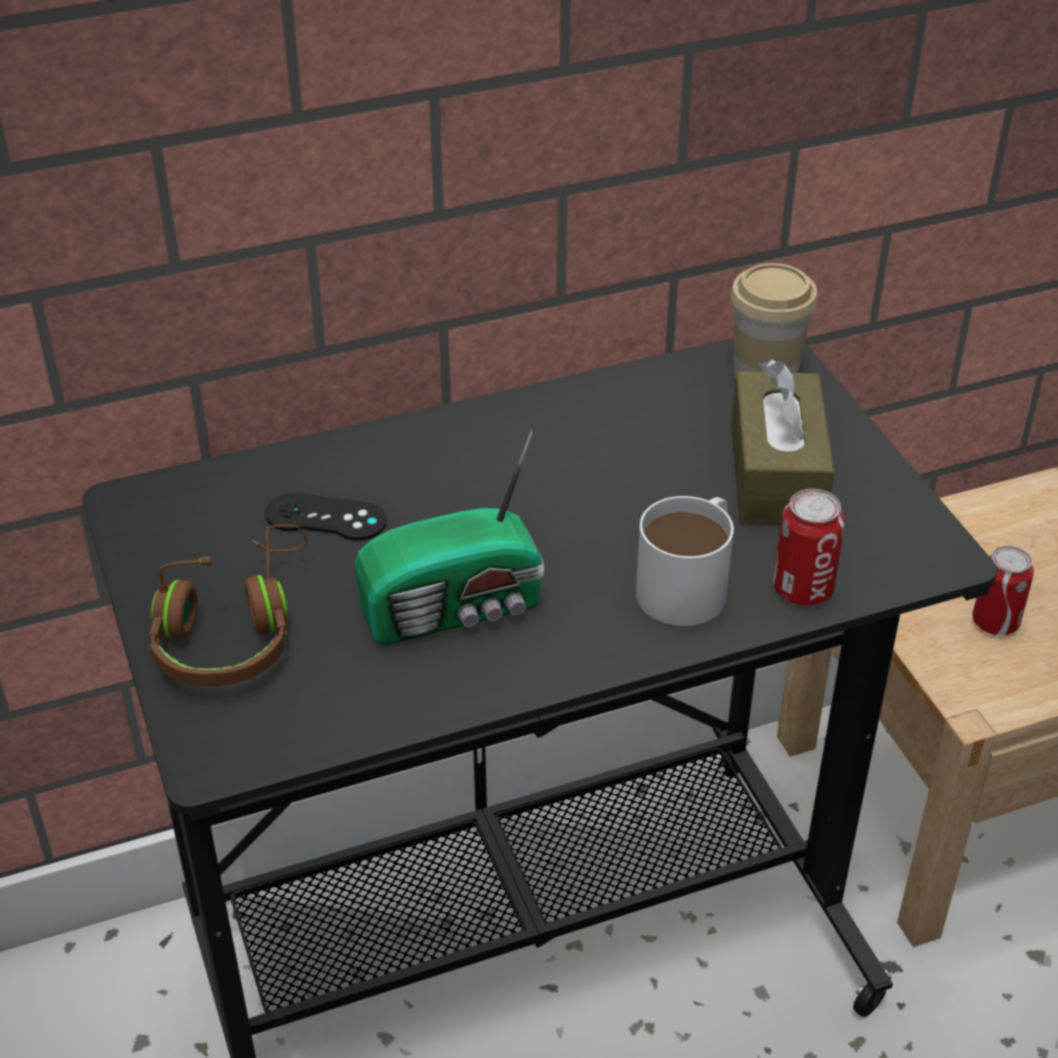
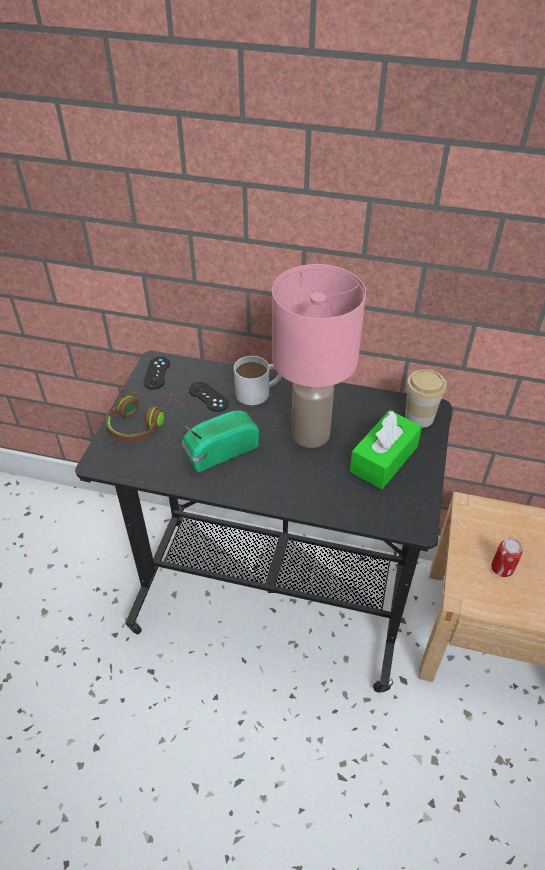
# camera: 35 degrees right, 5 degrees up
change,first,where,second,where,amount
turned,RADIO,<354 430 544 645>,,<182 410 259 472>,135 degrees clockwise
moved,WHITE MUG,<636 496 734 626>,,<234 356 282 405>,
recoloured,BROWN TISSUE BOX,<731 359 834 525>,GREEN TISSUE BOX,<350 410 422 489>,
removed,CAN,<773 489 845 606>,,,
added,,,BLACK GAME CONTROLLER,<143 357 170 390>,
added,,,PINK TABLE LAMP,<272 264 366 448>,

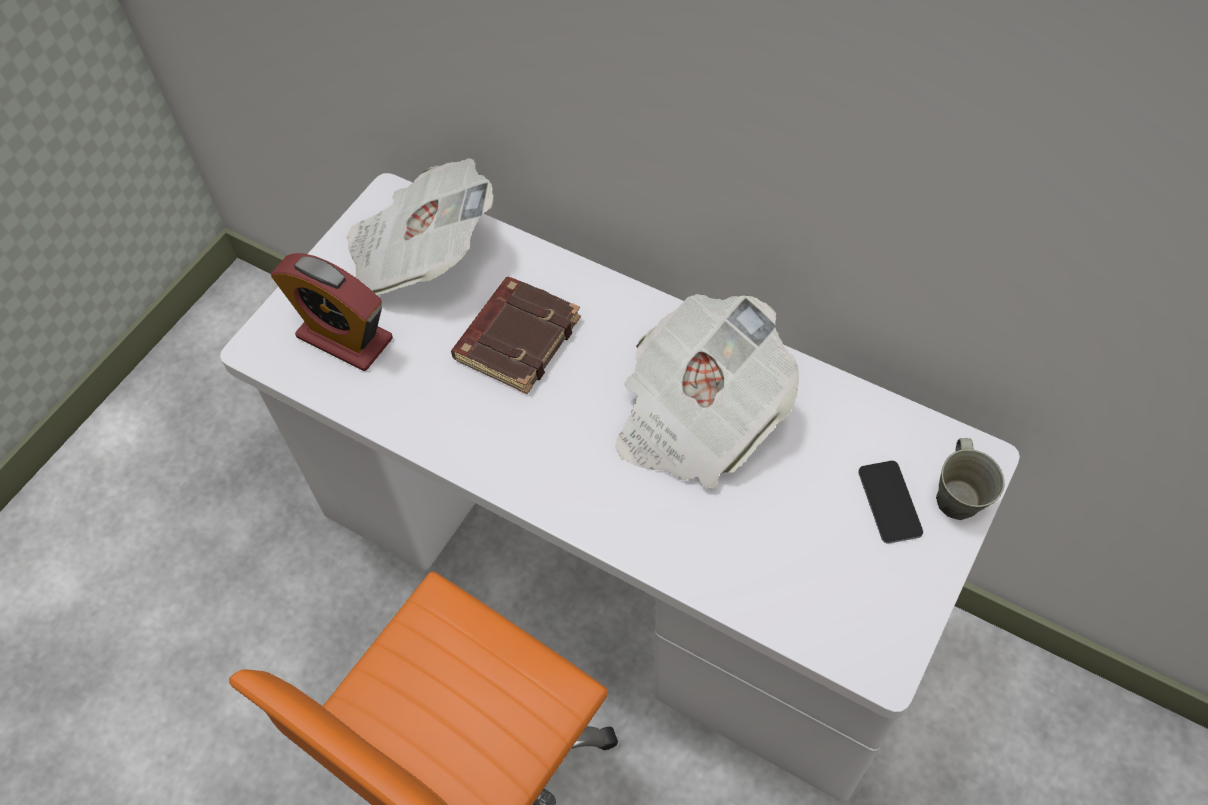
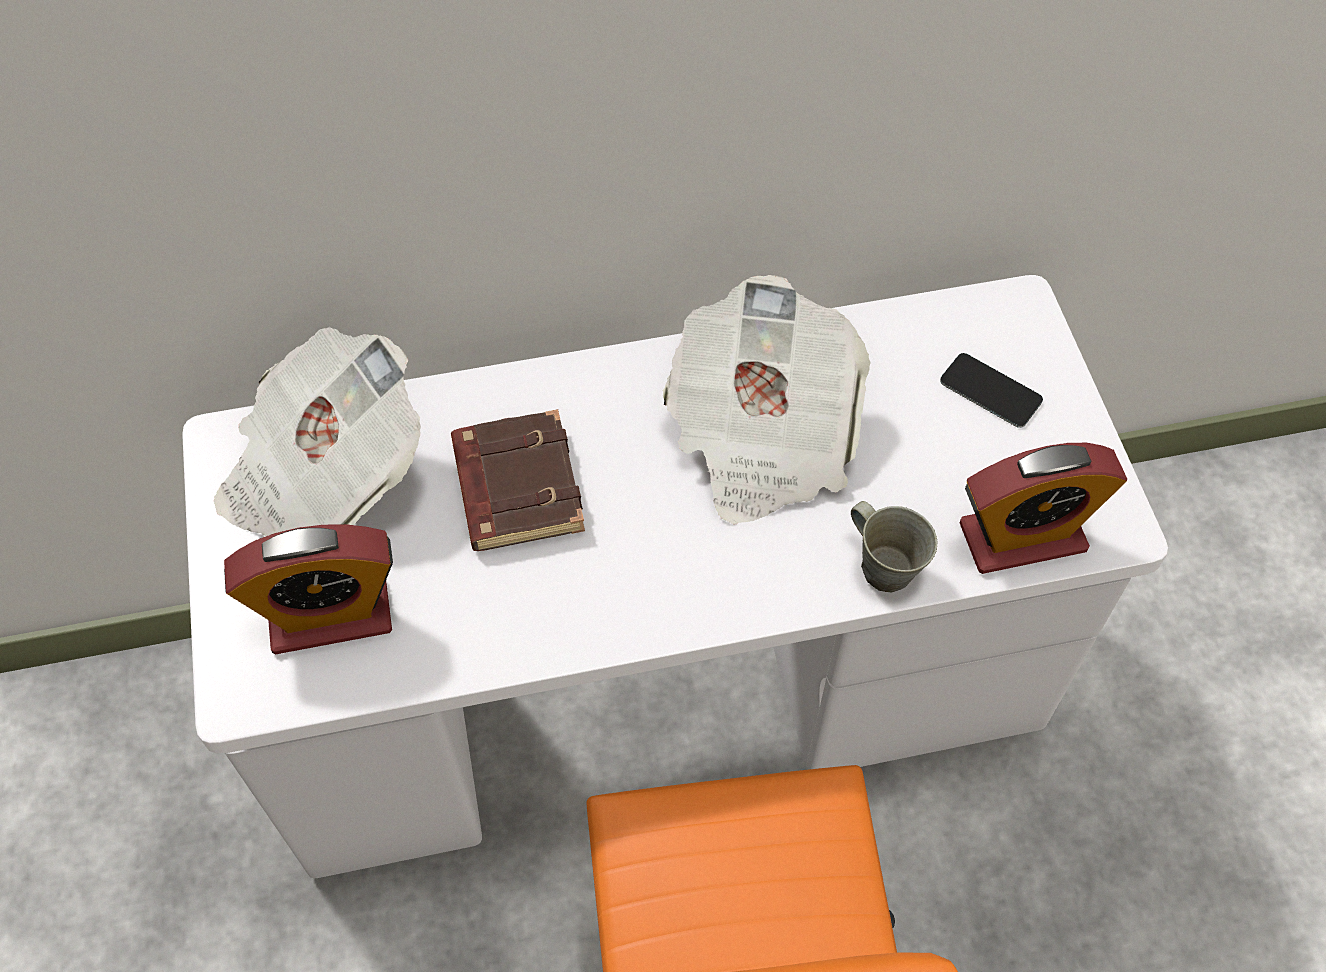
# camera: 45 degrees left, 0 degrees up
change,first,where,second,where,amount
moved,GREY MUG,<936 438 1005 520>,,<851 501 937 592>,
added,,,ALARM CLOCK,<960 443 1127 574>,

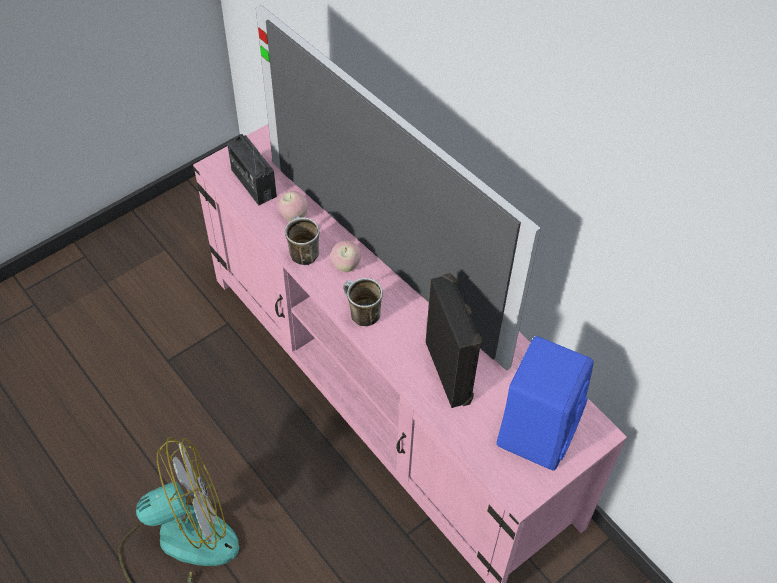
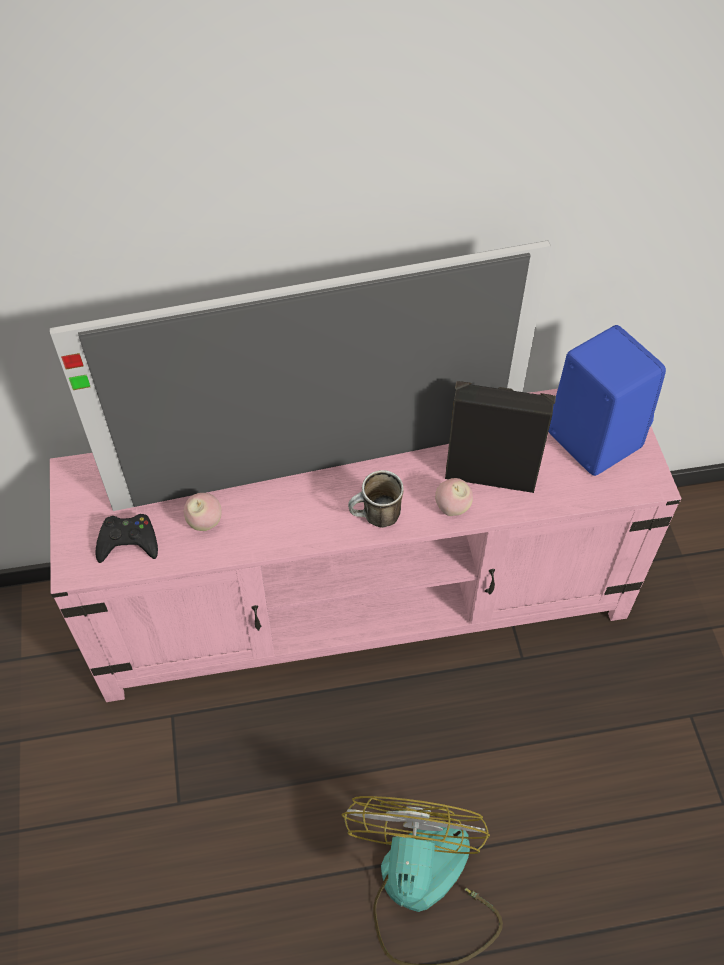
# camera: 60 degrees left, 0 degrees up
change,first,where,second,where,amount
replaced,RADIO,<227 134 277 205>,BLACK GAME CONTROLLER,<95 514 158 563>,
removed,MUG,<285 216 320 265>,,,
moved,APPLE,<331 240 362 272>,,<435 478 473 516>,

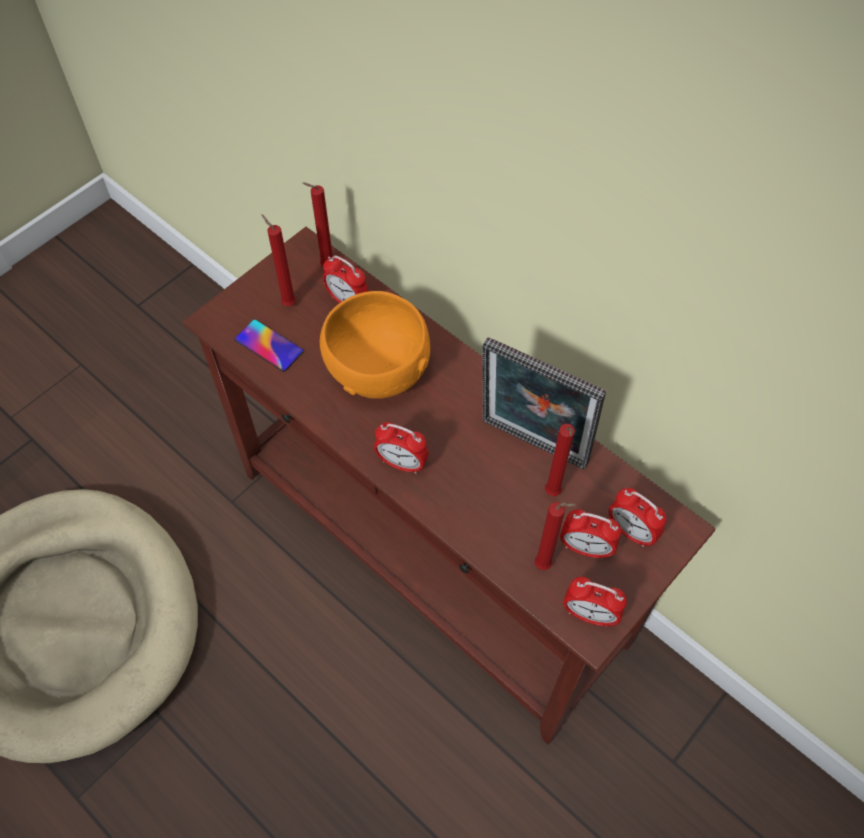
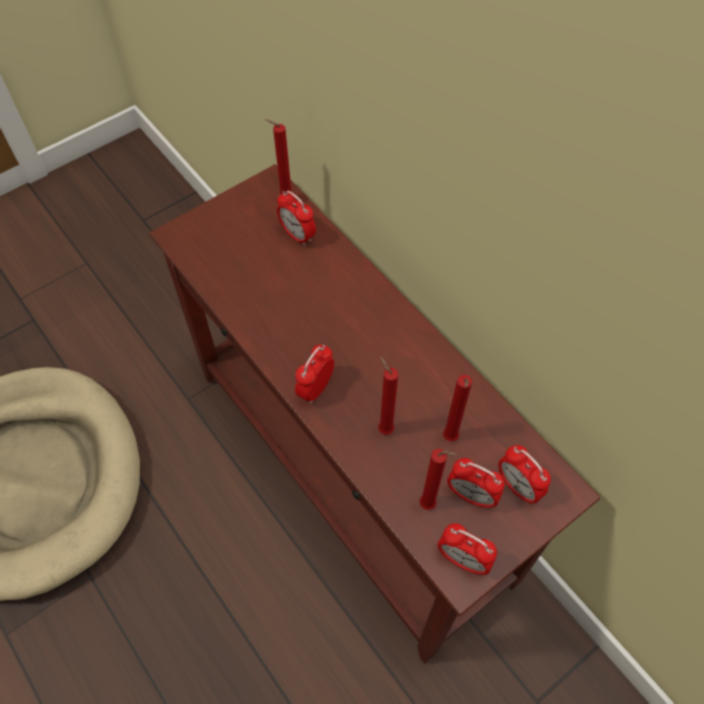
# camera: 10 degrees right, 0 degrees up
change,first,where,second,where,amount
removed,PHONE,<234 320 304 372>,,,
moved,RED CANDLE,<261 214 296 306>,,<378 357 398 435>,
removed,ORANGE BOWL,<320 291 430 399>,,,
turned,ALARM CLOCK,<374 422 429 474>,,<295 345 334 403>,90 degrees clockwise
removed,PICTURE FRAME,<482 337 606 469>,,,

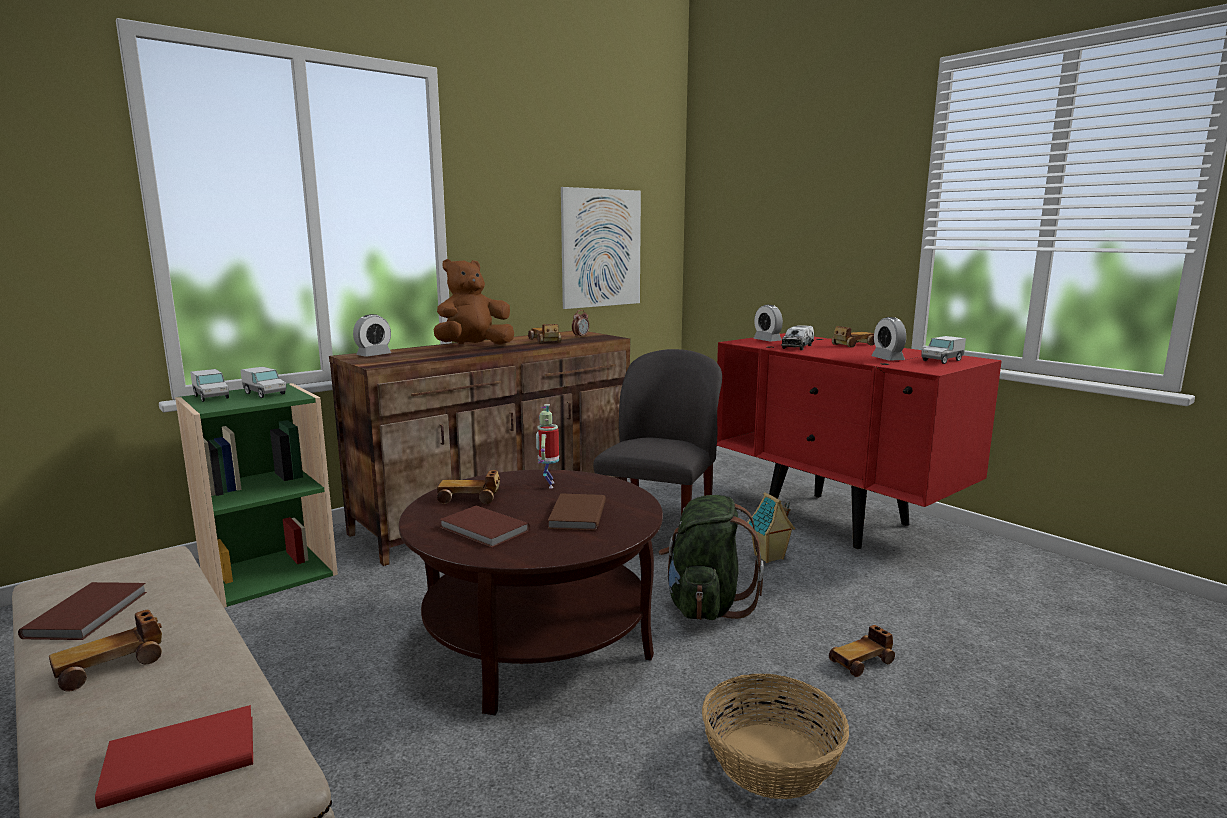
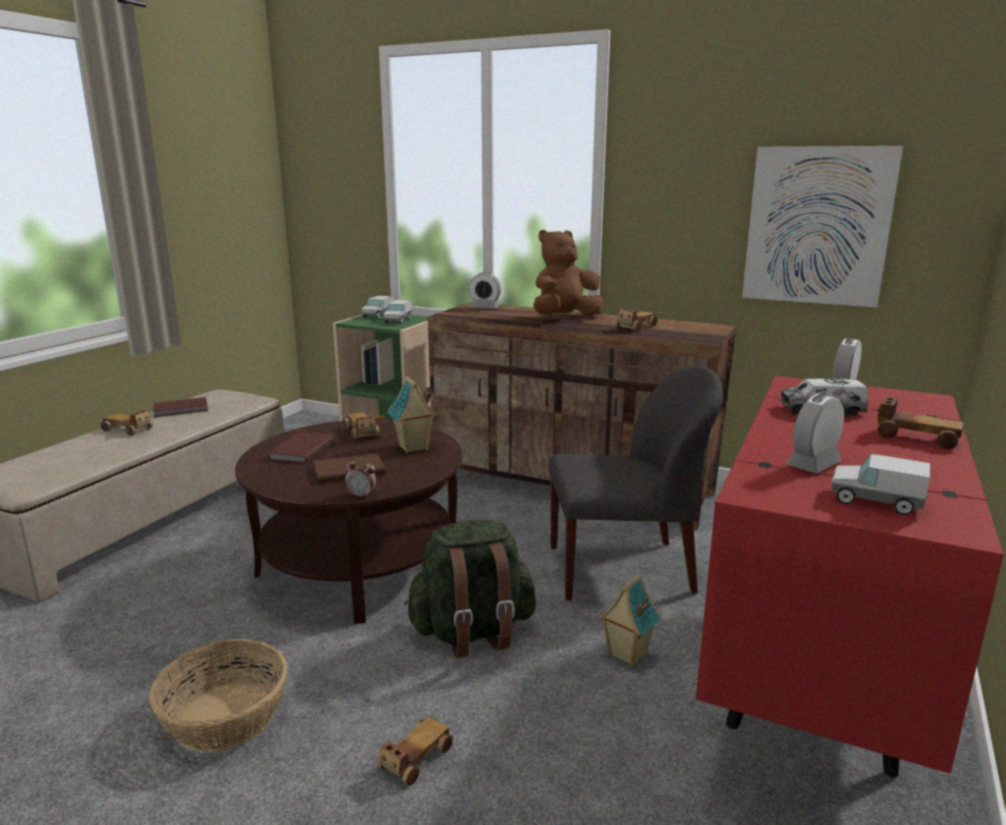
# camera: 65 degrees right, 5 degrees up
change,first,where,second,where,amount
removed,RED BOOK,<95 705 253 809>,,,
turned,BROWN PLUSH TOY,<433 259 514 345>,,<533 230 603 316>,60 degrees counterclockwise
replaced,TOY ROBOT,<536 404 559 489>,TOY HOUSE,<388 376 437 453>,
moved,ALARM CLOCK,<572 310 589 338>,,<345 457 377 498>,
turned,TOY CAR,<829 625 895 677>,,<377 717 453 786>,90 degrees clockwise

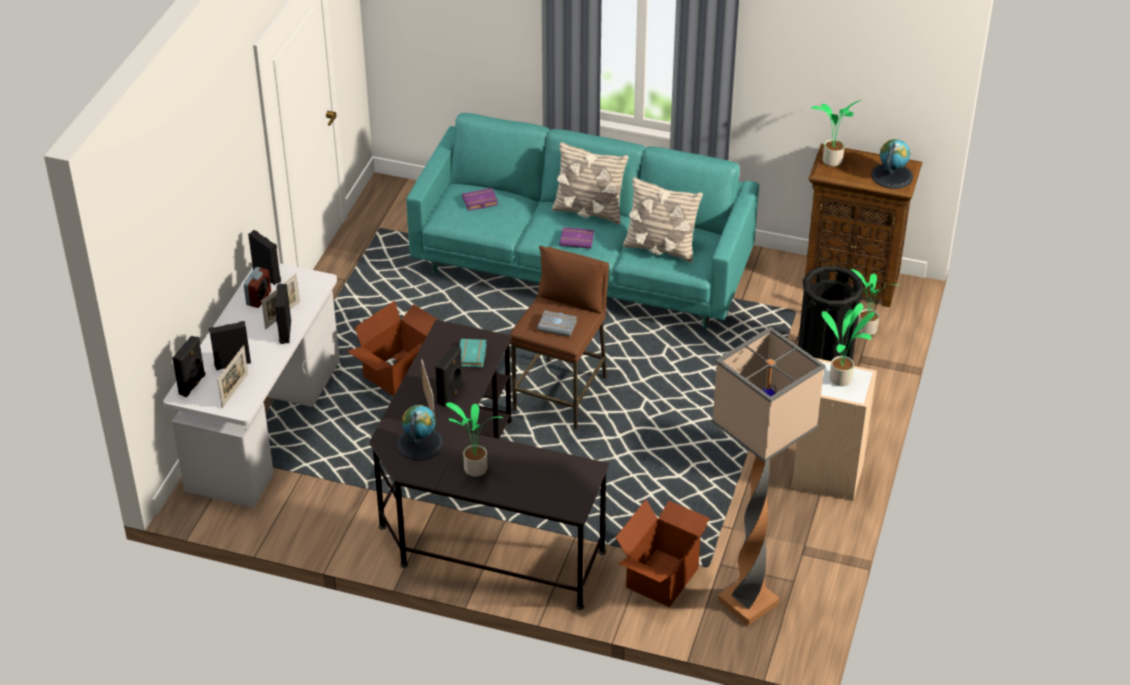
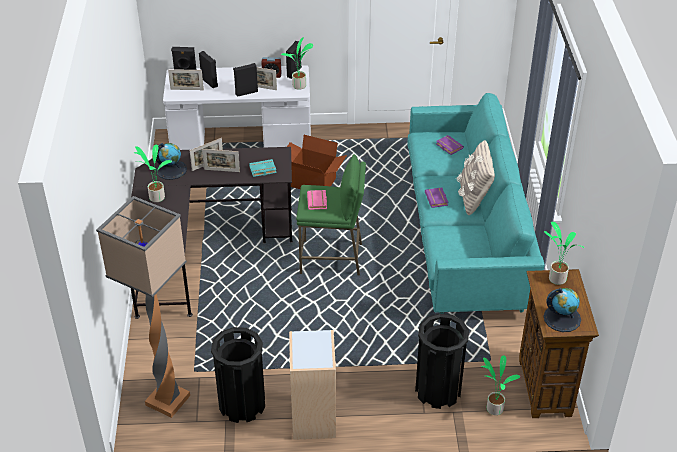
# camera: 70 degrees right, 0 degrees up
change,first,where,second,where,amount
replaced,BLACK SPEAKER,<435 345 463 407>,PICTURE FRAME,<202 149 240 172>,
recoloured,BROWN STOOL,<510 246 609 429>,GREEN STOOL,<296 154 366 276>,
recoloured,GREY BOOK,<537 311 577 337>,PINK BOOK,<307 190 327 210>,
removed,CARDBOARD BOX,<615 500 710 607>,,,
removed,BEIGE PILLOW,<623 177 703 263>,,,
moved,POTTED PLANT,<821 303 875 386>,,<281 37 313 90>,
added,,,BLACK TRASH CAN,<211 327 265 423>,

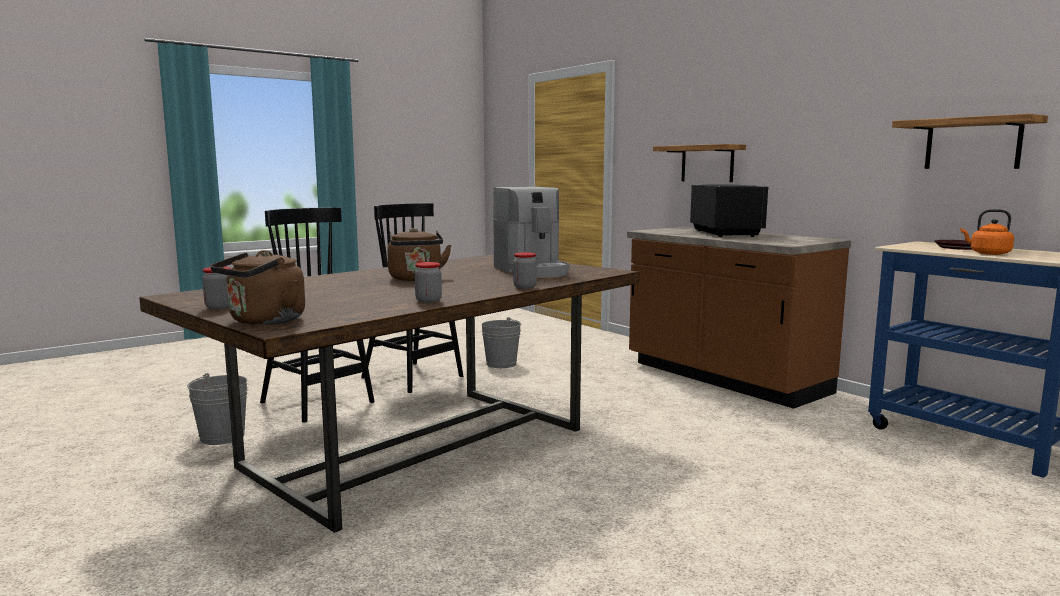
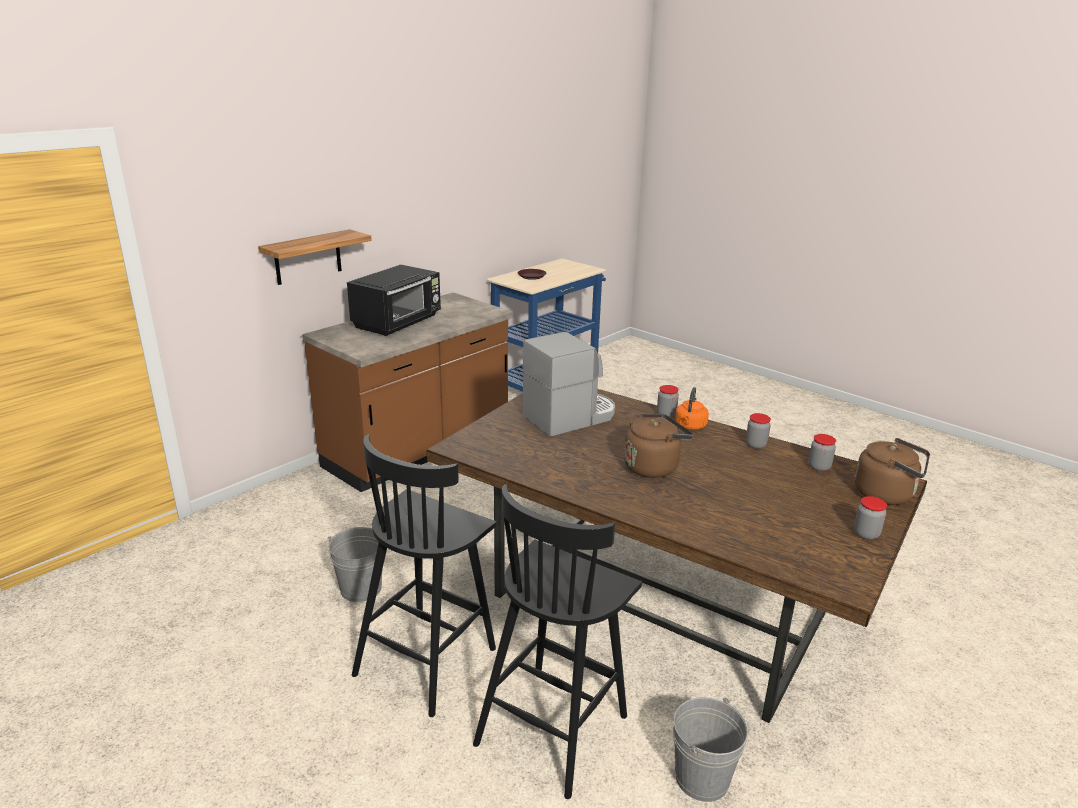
# camera: 100 degrees left, 15 degrees up
change,first,where,second,where,amount
turned,BLACK MICROWAVE,<690 185 770 237>,,<347 265 441 336>,135 degrees clockwise
removed,SHELF,<892 114 1048 169>,,,
moved,ORANGE KETTLE,<960 209 1014 255>,,<675 387 709 430>,
added,,,JAR,<809 434 836 471>,

